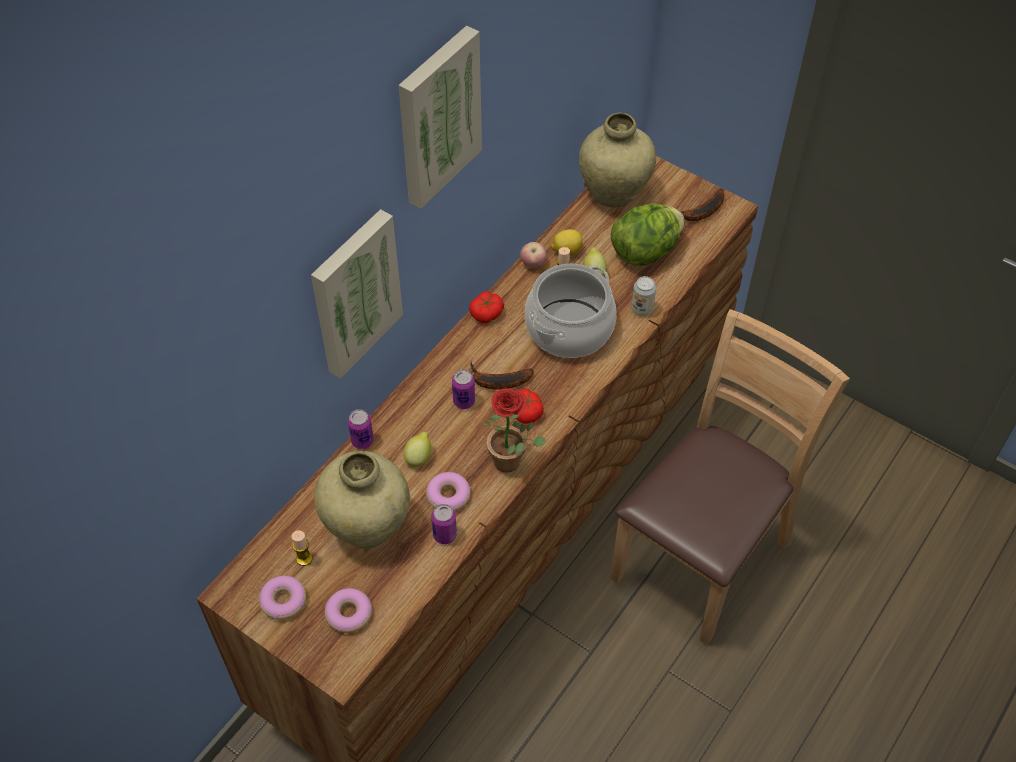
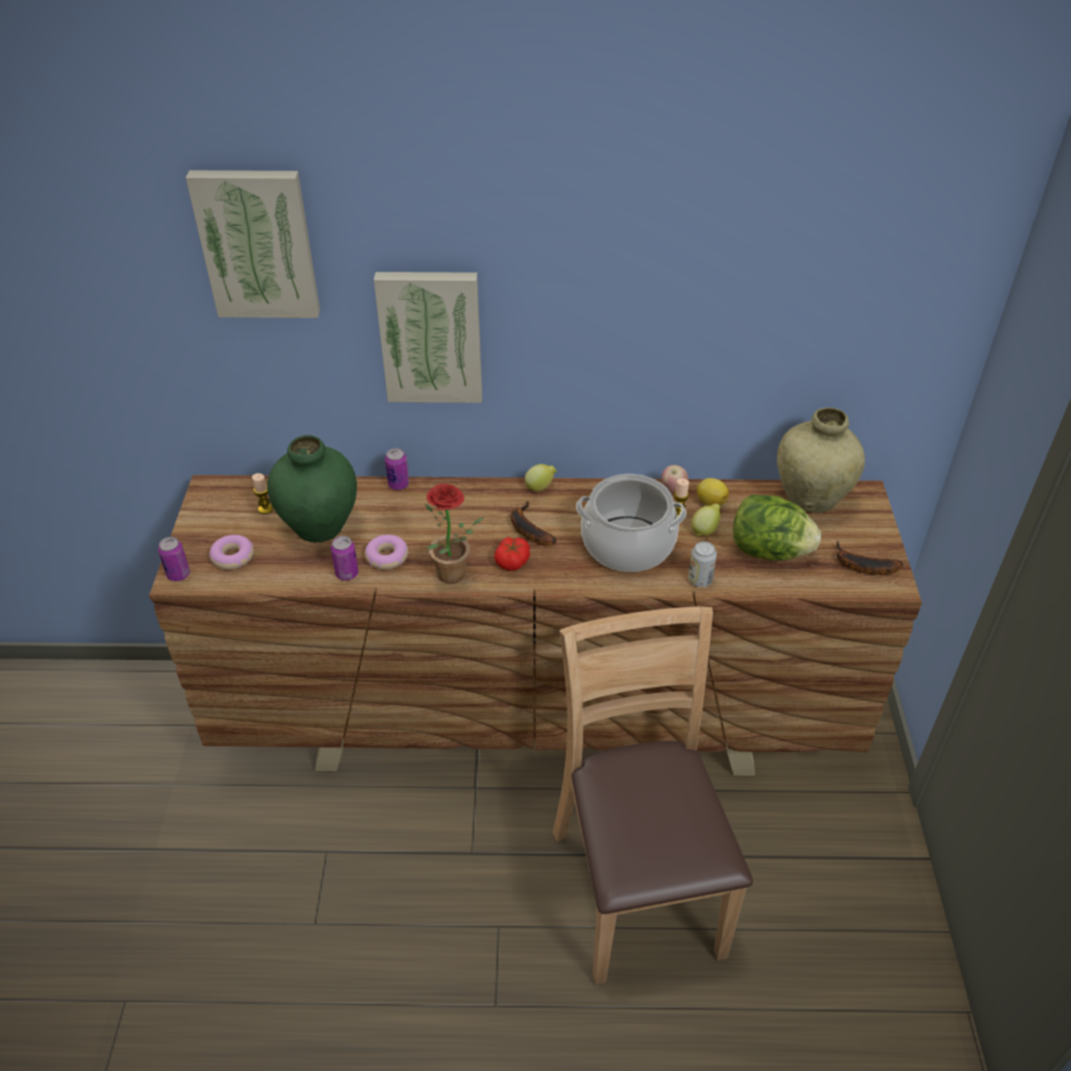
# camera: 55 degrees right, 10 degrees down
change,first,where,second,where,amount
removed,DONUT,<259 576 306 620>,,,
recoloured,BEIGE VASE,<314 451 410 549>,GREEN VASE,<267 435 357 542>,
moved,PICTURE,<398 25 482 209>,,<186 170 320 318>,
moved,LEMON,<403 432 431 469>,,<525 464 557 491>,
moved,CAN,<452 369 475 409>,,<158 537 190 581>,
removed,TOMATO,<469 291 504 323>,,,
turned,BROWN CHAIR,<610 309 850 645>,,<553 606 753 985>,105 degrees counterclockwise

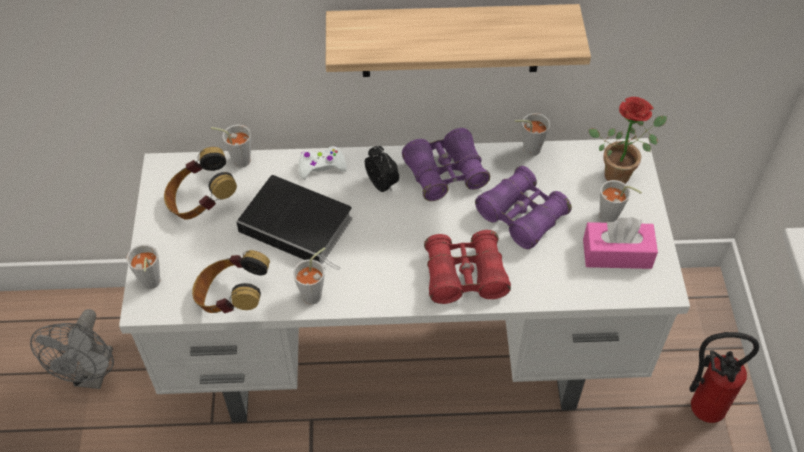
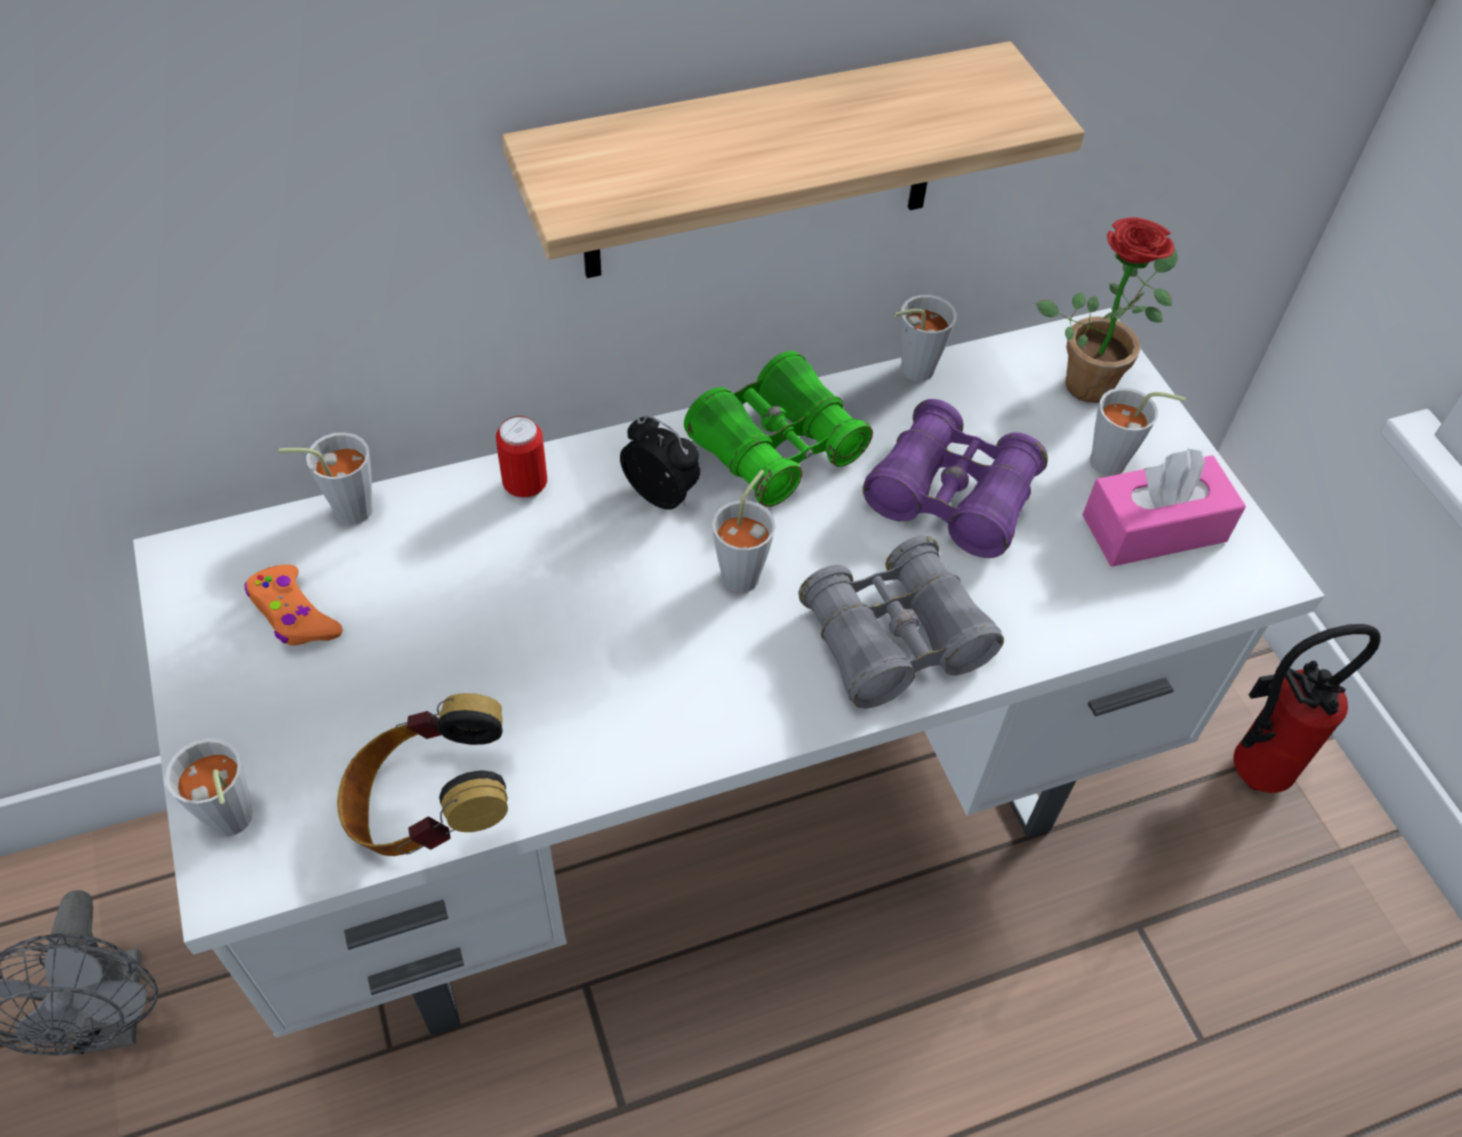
# camera: 20 degrees left, 0 degrees up
change,first,where,second,where,amount
replaced,HEADPHONES,<164 147 237 220>,ORANGE GAME CONTROLLER,<245 565 343 646>,
removed,BOOK,<236 175 352 270>,,,
moved,GREY CUP,<293 247 326 304>,,<712 470 776 593>,
replaced,WHITE GAME CONTROLLER,<299 146 347 179>,CAN,<496 416 547 500>,
recoloured,PURPLE BINOCULARS,<402 128 490 201>,GREEN BINOCULARS,<684 351 873 507>,
recoloured,RED BINOCULARS,<424 230 511 304>,GREY BINOCULARS,<798 535 1004 708>,

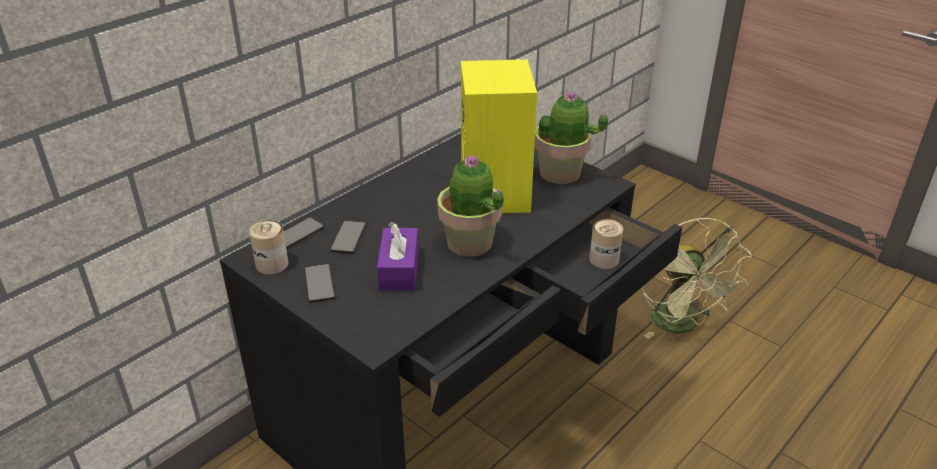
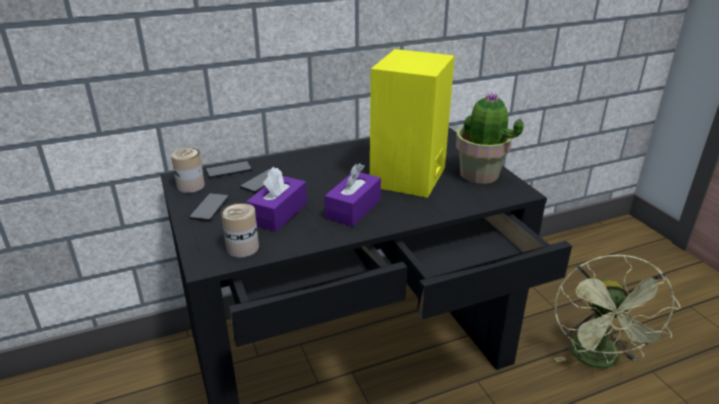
# camera: 25 degrees right, 5 degrees down
change,first,where,second,where,amount
replaced,POTTED PLANT,<437 154 504 257>,PURPLE TISSUE BOX,<324 163 381 227>,
moved,CAN,<589 219 623 269>,,<221 203 259 257>,

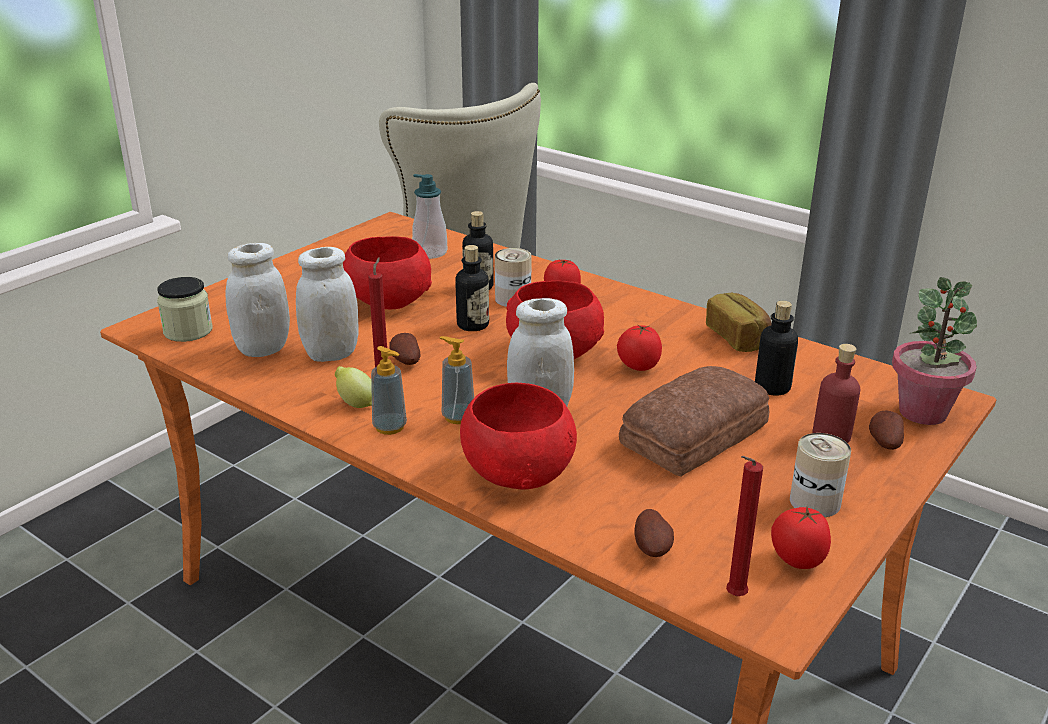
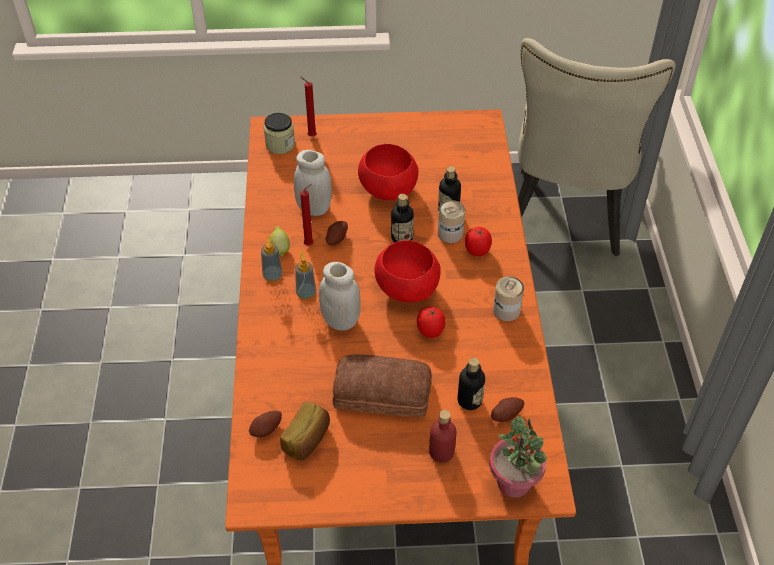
# camera: 50 degrees right, 20 degrees up
change,first,where,second,where,amount
removed,WHITE JAR,<225 243 290 357>,,,
removed,SOAP DISPENSER,<412 174 447 259>,,,
removed,RED BOWL,<460 383 577 490>,,,
moved,BREAD,<706 293 772 352>,,<280 402 330 460>,
moved,RED CANDLE,<726 456 763 596>,,<300 76 317 137>,
removed,TOMATO,<771 507 831 569>,,,
moved,CAN,<790 433 851 517>,,<493 276 524 321>,
moved,POTATO,<869 411 904 450>,,<491 397 524 422>,

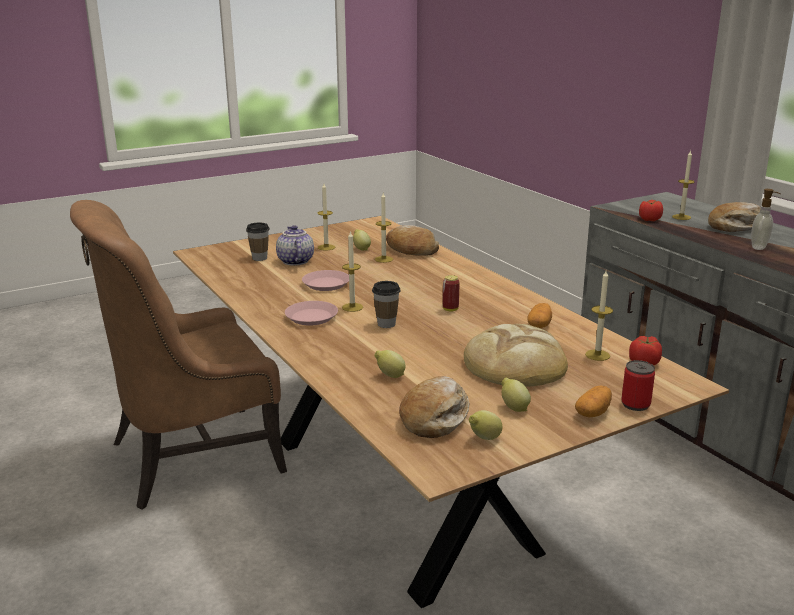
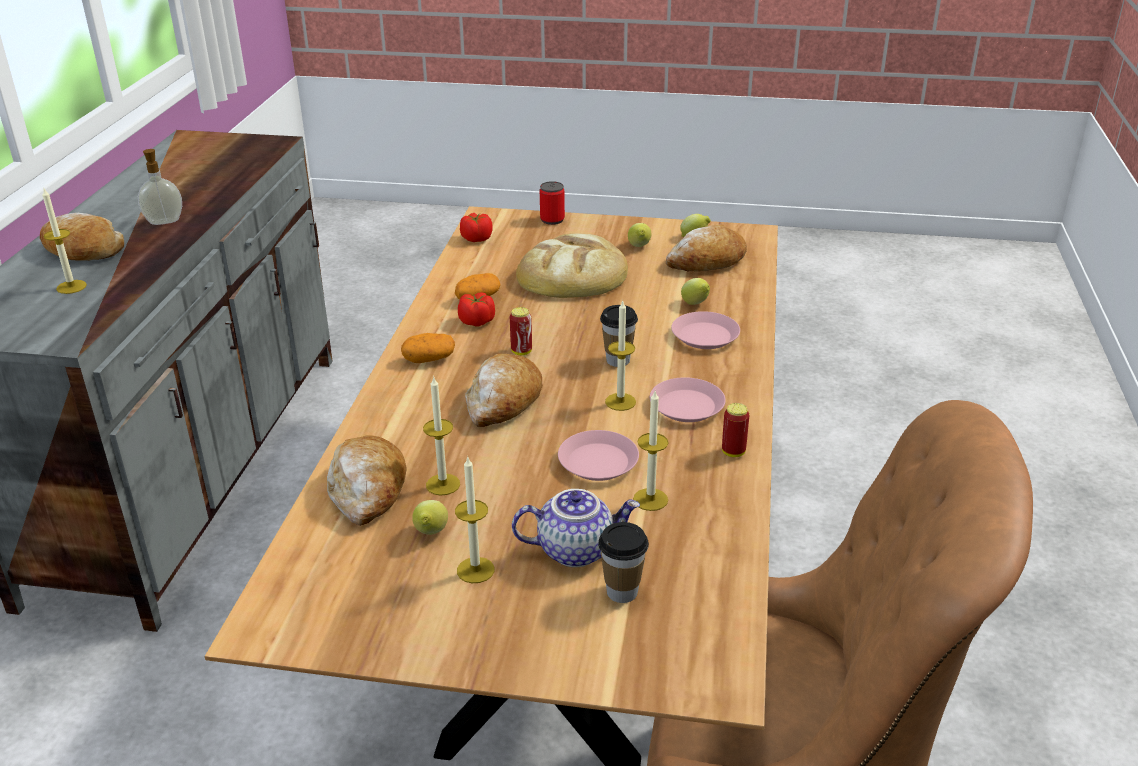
# camera: 140 degrees left, 10 degrees up
change,first,where,second,where,amount
turned,TEAPOT,<276 225 314 266>,,<512 489 640 567>,120 degrees counterclockwise
moved,POTATO,<575 386 612 418>,,<401 333 455 363>,
moved,CANDLE,<585 271 613 361>,,<633 391 668 511>,
moved,TOMATO,<639 200 663 221>,,<458 292 495 326>,
added,,,BREAD,<465 354 543 427>,
added,,,PINK PLATE,<671 311 740 349>,
added,,,CAN,<722 403 749 457>,

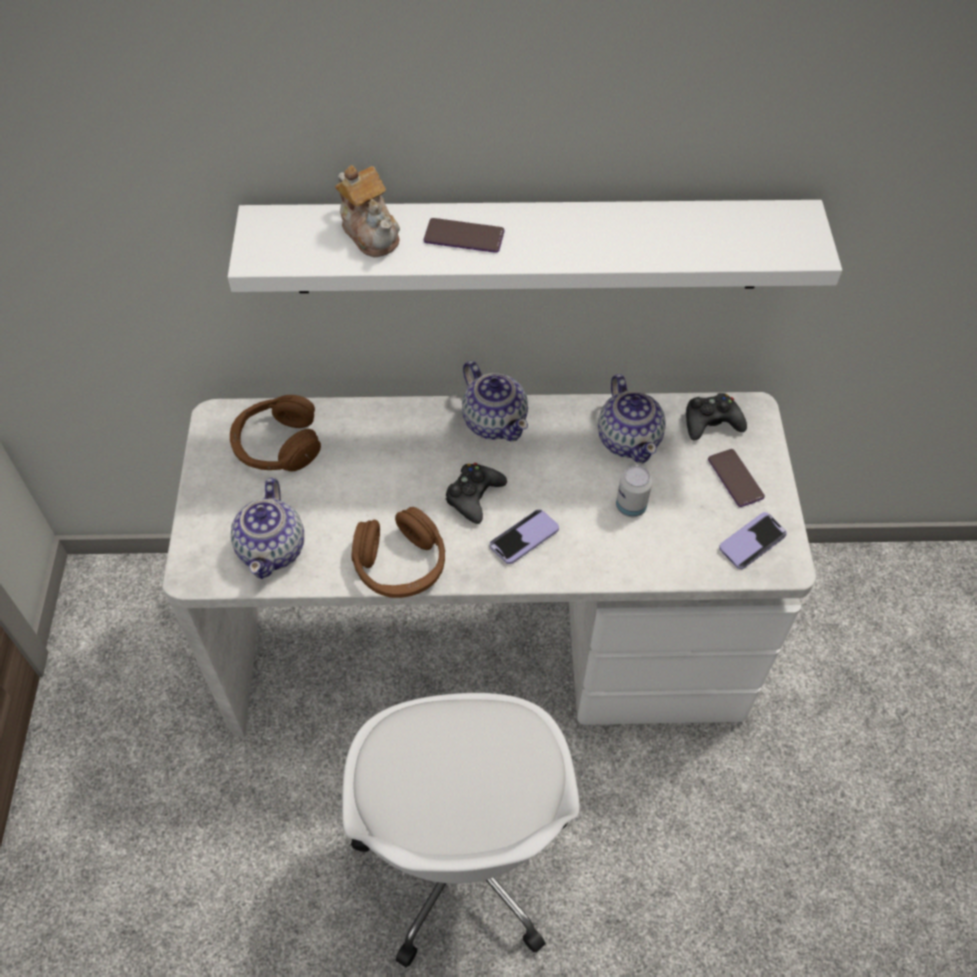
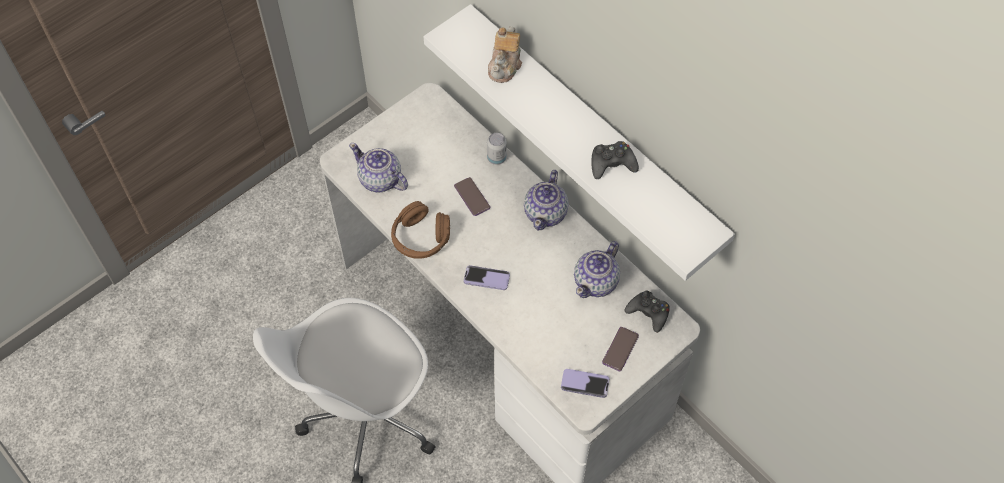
# camera: 50 degrees right, 5 degrees up
change,first,where,second,where,amount
removed,BROWN HEADPHONES,<230 395 321 471>,,,
turned,TEAPOT,<231 478 304 579>,,<349 143 408 193>,75 degrees clockwise
moved,PHONE,<424 218 505 253>,,<454 177 490 216>,
moved,BLACK GAME CONTROLLER,<445 463 507 524>,,<591 141 639 179>,
moved,CAN,<616 465 652 517>,,<487 133 507 165>,

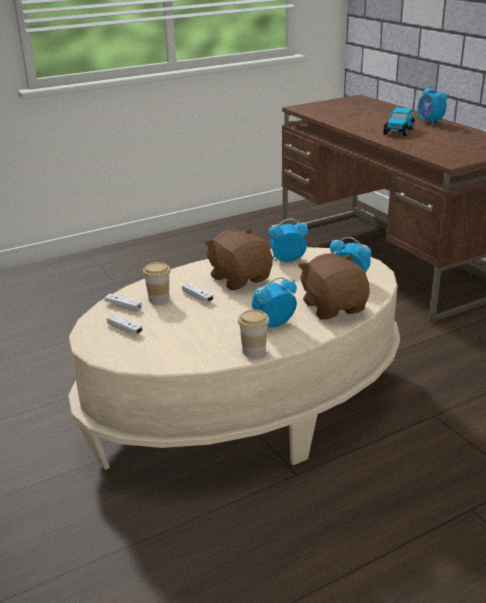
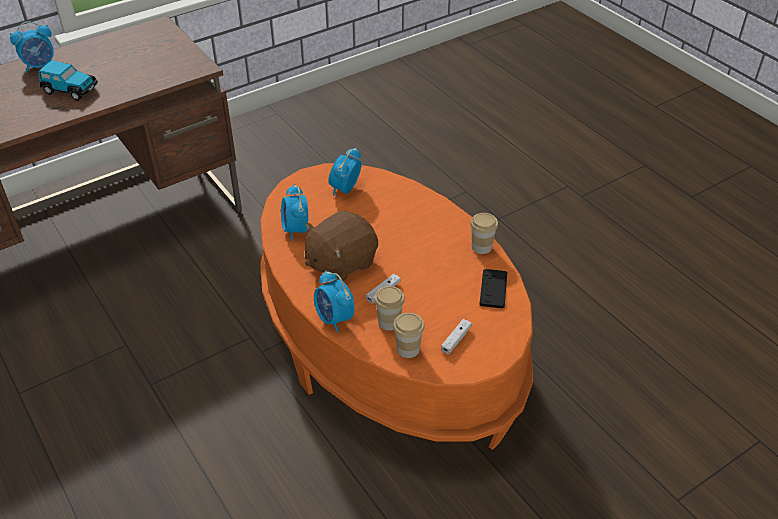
# camera: 95 degrees left, 15 degrees up
change,first,where,second,where,amount
recoloured,BEIGE COFFEE TABLE,<68 247 400 470>,ORANGE COFFEE TABLE,<260 163 533 450>,
replaced,WHITE GAME CONTROLLER,<105 294 142 312>,CUP,<393 313 424 358>,
moved,ALARM CLOCK,<252 277 297 328>,,<314 270 355 332>,
removed,BROWN PLUSH TOY,<298 253 370 320>,,,
added,,,BLACK GAME CONTROLLER,<479 269 507 309>,

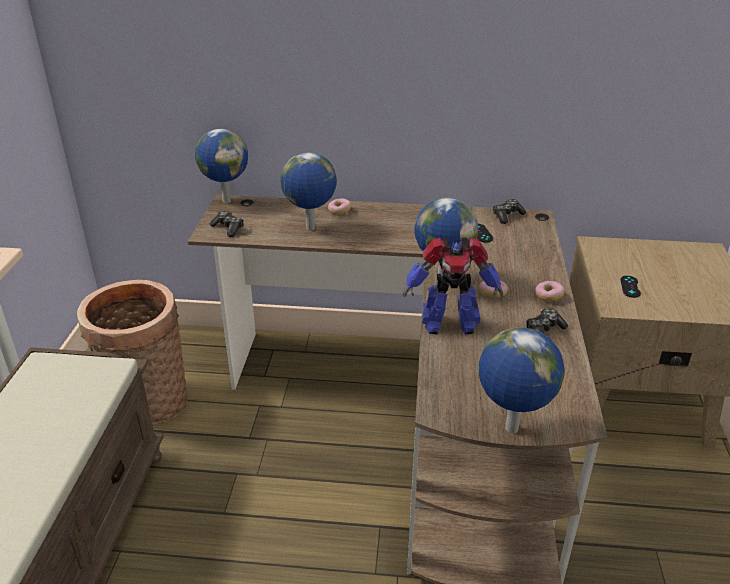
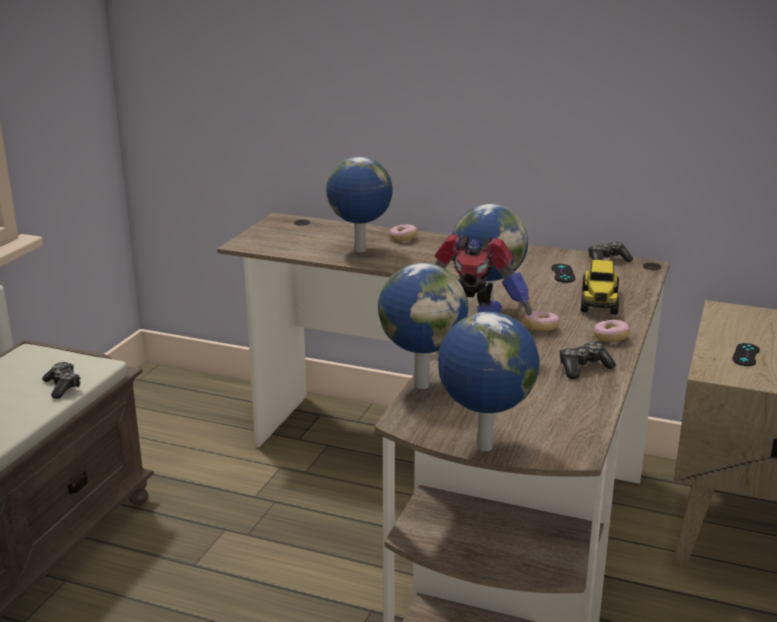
# camera: 15 degrees right, 10 degrees down
change,first,where,second,where,amount
removed,BASKET,<77 280 188 424>,,,
moved,GLOBE,<195 129 248 203>,,<378 263 468 389>,
moved,GAME CONTROLLER,<210 211 244 237>,,<42 362 80 399>,
added,,,TOY TRUCK,<581 260 619 315>,

